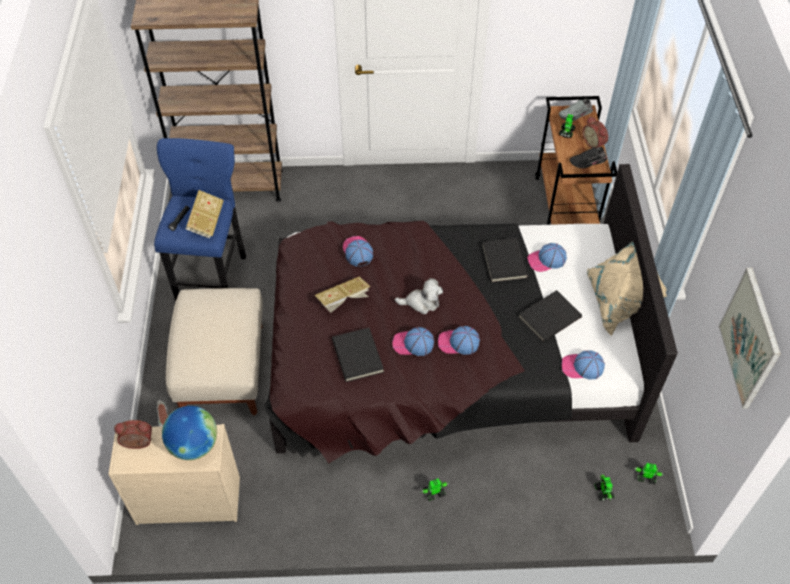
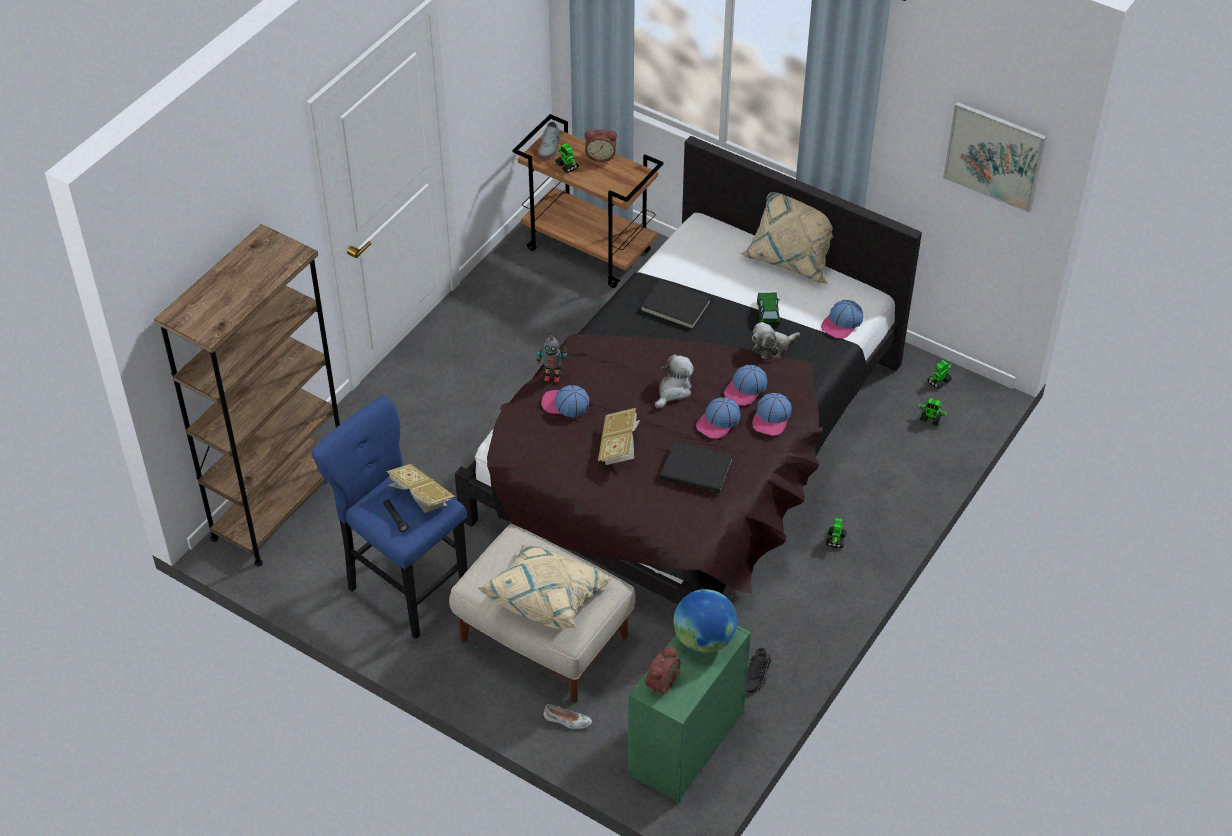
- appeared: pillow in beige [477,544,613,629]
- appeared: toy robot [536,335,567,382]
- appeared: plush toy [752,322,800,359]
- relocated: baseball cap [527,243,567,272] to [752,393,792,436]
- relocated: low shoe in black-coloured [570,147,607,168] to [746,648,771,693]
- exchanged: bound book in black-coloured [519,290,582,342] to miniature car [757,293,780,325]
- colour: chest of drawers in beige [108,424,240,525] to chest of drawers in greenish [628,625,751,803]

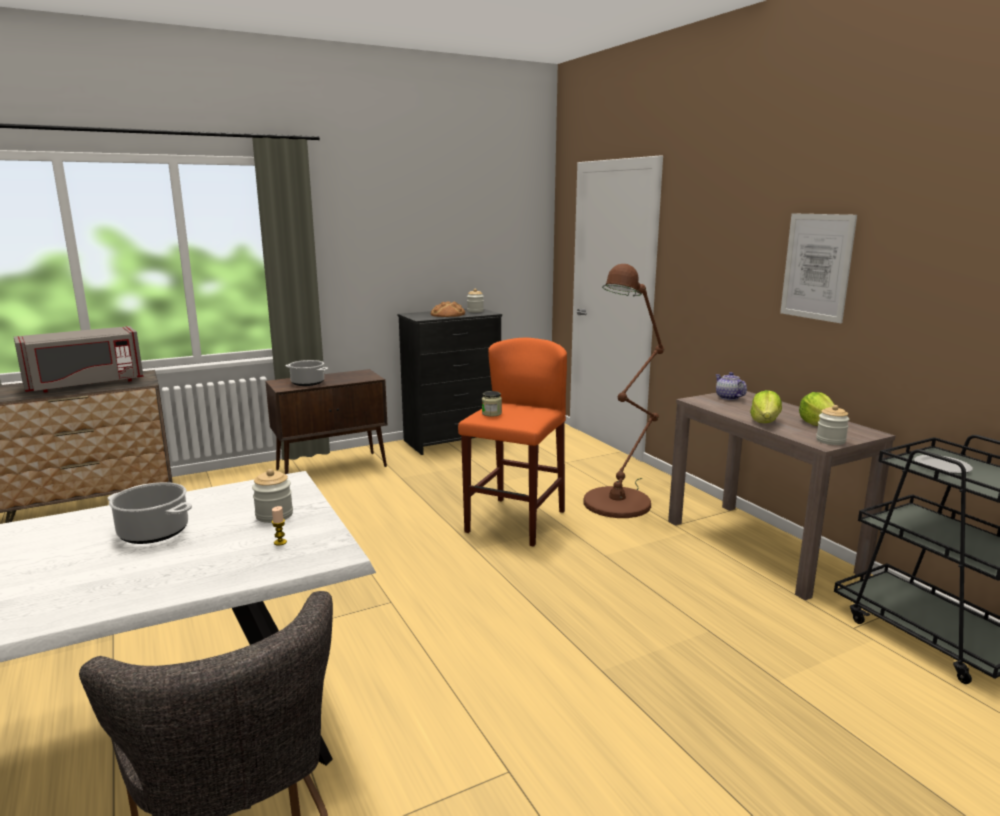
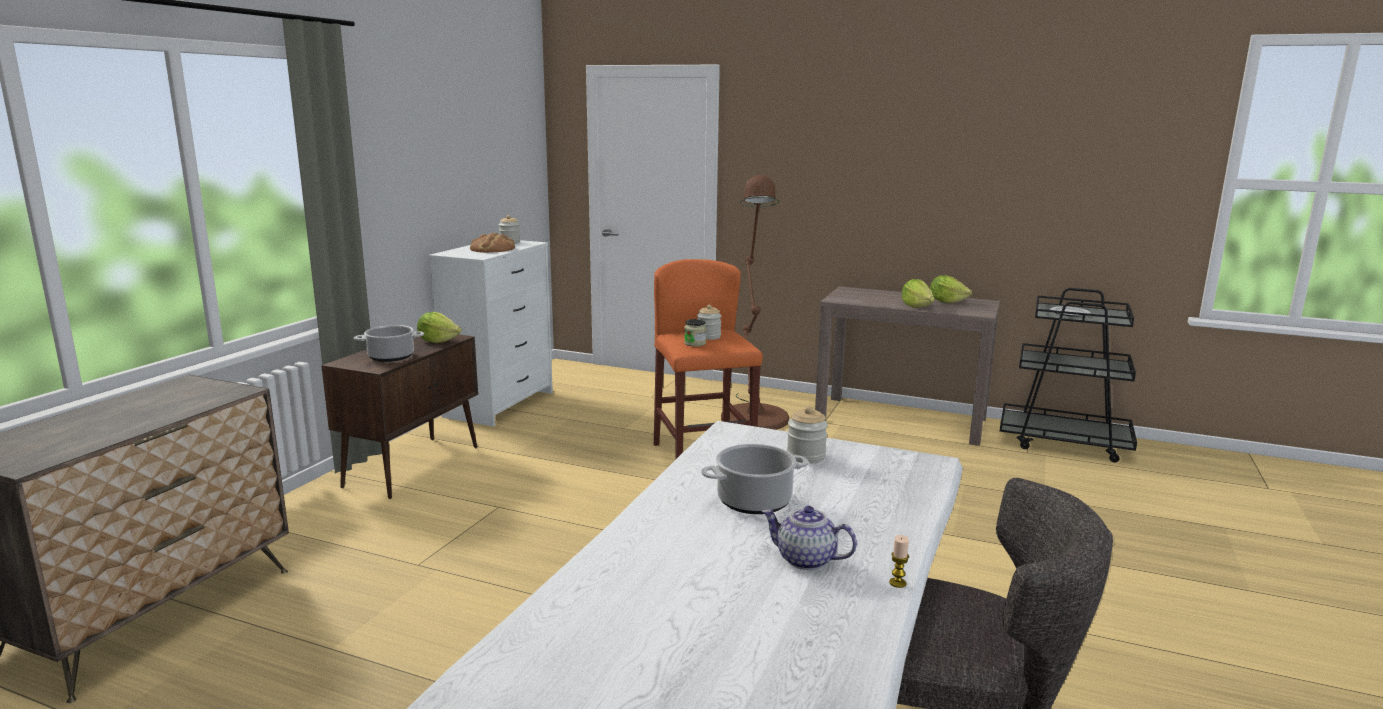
- missing: microwave oven in greyish [14,326,144,393]
- missing: picture [780,213,857,323]
- appeared: lettuce [417,312,461,343]
- relocated: wax candle [272,506,287,546] to [889,535,909,588]
- relocated: pot for tea [715,372,747,400] to [762,506,857,570]
- relocated: jar [816,405,849,445] to [697,305,721,340]
- colour: chest of drawers in black-coloured [398,309,502,455] to chest of drawers in whitish [428,240,553,427]

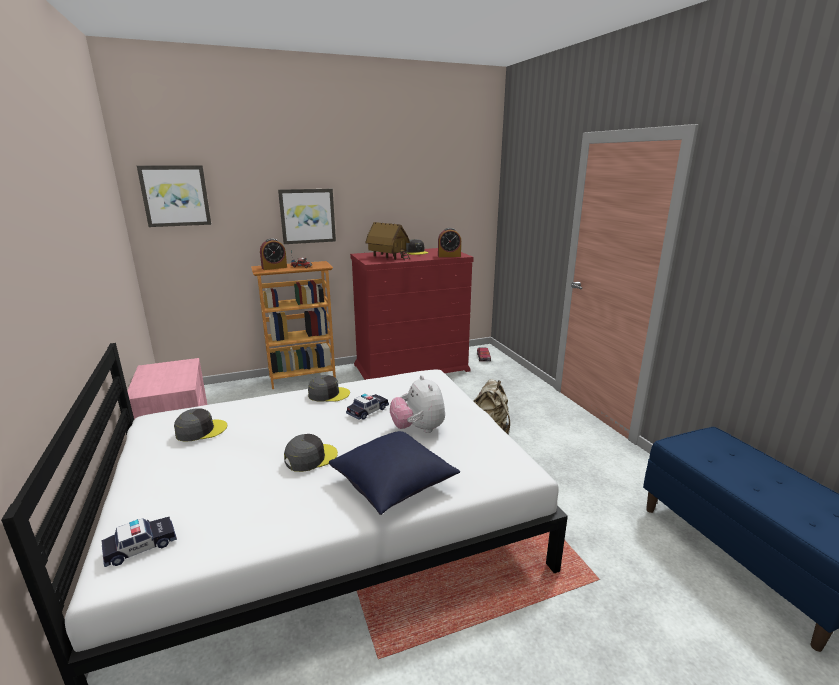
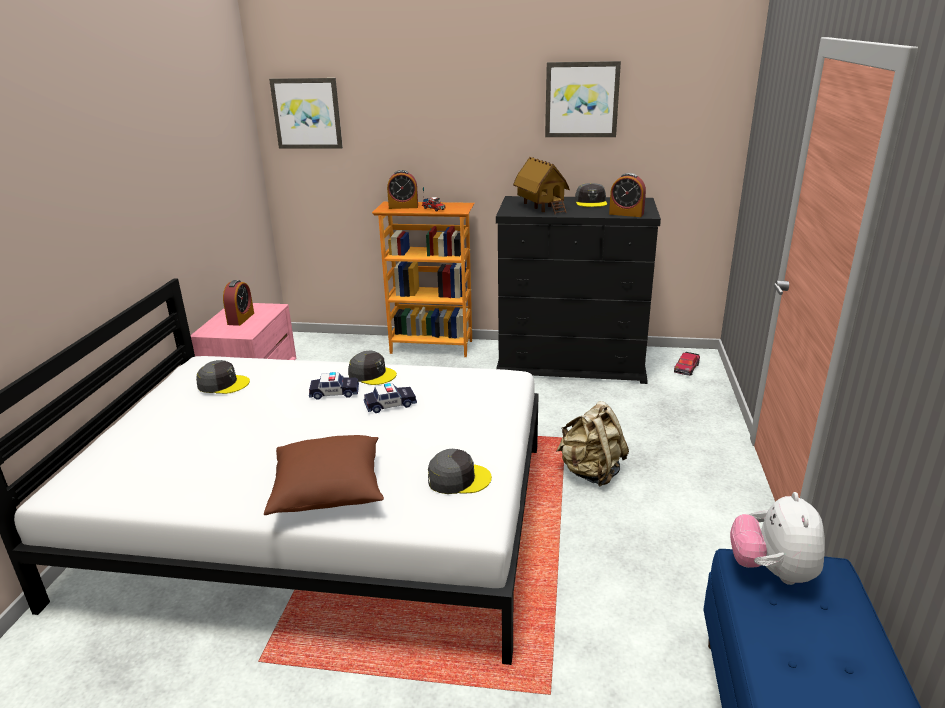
- appeared: table clock [223,280,254,326]
- relocated: miniature car [101,517,177,567] to [309,372,359,400]
- relocated: picture [278,189,336,244] to [545,61,621,137]
- relocated: baseball cap in greyish [284,434,338,472] to [428,449,492,494]
- relocated: plush toy [390,375,445,433] to [730,492,825,585]
- colour: pillow in blue [329,431,460,515] to pillow in brown-coloured [264,435,384,515]
- colour: chest of drawers in red-coloured [350,248,474,380] to chest of drawers in black-coloured [496,196,661,384]

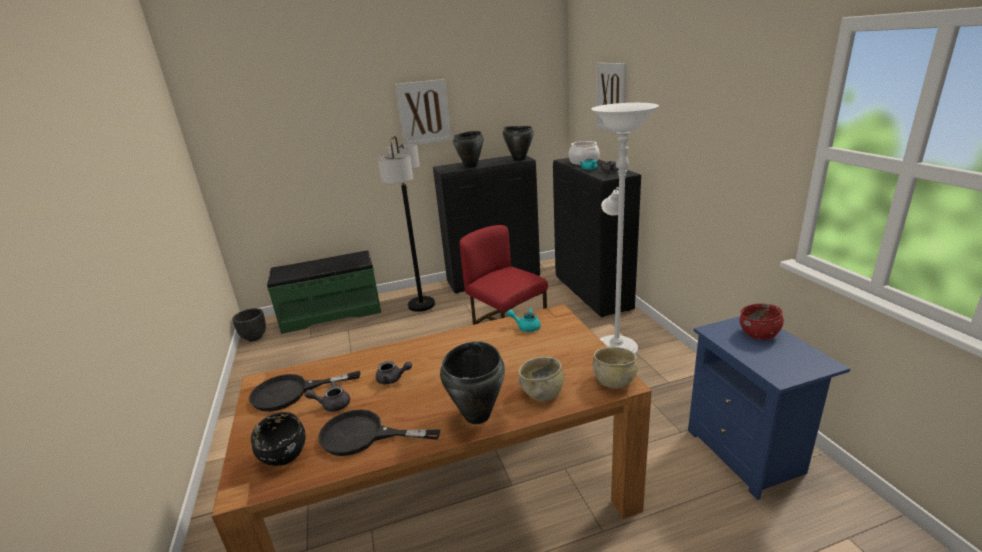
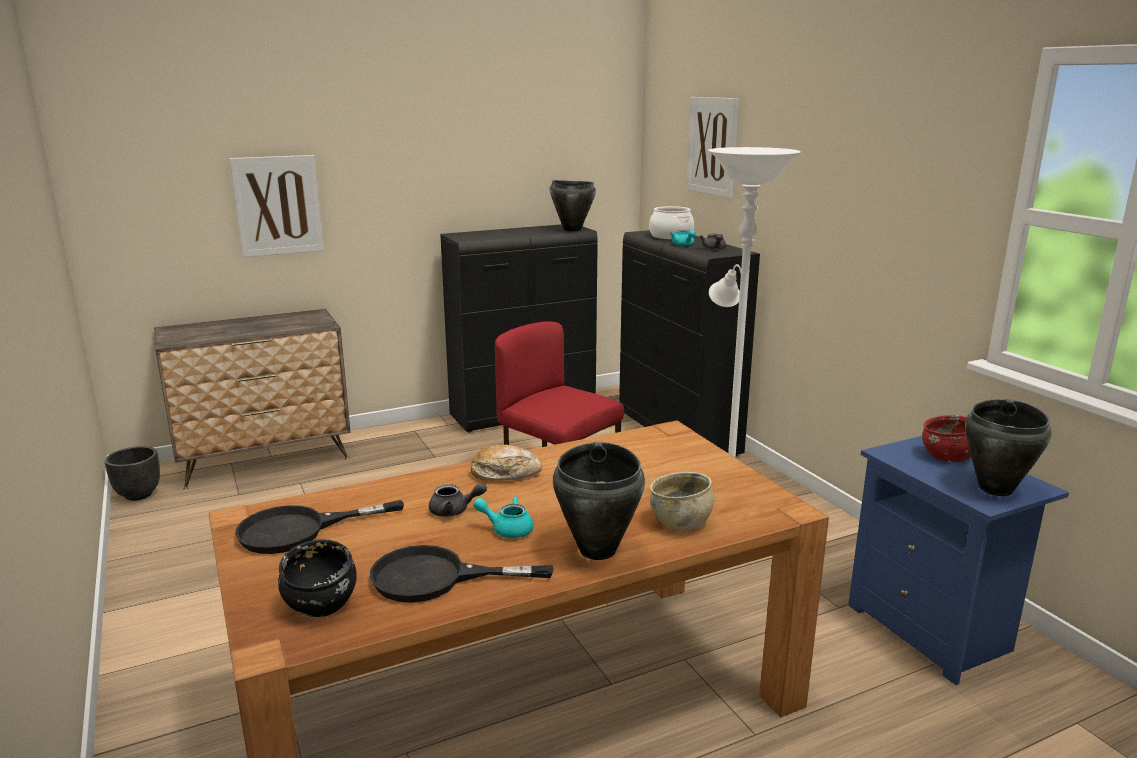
- missing: pot for tea in greyish [304,381,350,412]
- missing: standard lamp [378,136,435,312]
- missing: bowl in beige [592,347,638,389]
- appeared: bakery bread [471,445,542,480]
- relocated: picture [395,79,452,145] to [230,155,324,257]
- relocated: saucepot in black-coloured [453,131,483,168] to [965,399,1051,496]
- relocated: pot for tea in blue-green [507,308,541,332] to [473,496,533,538]
- exchanged: bench in greenish [267,250,381,334] to chest of drawers [154,309,351,490]

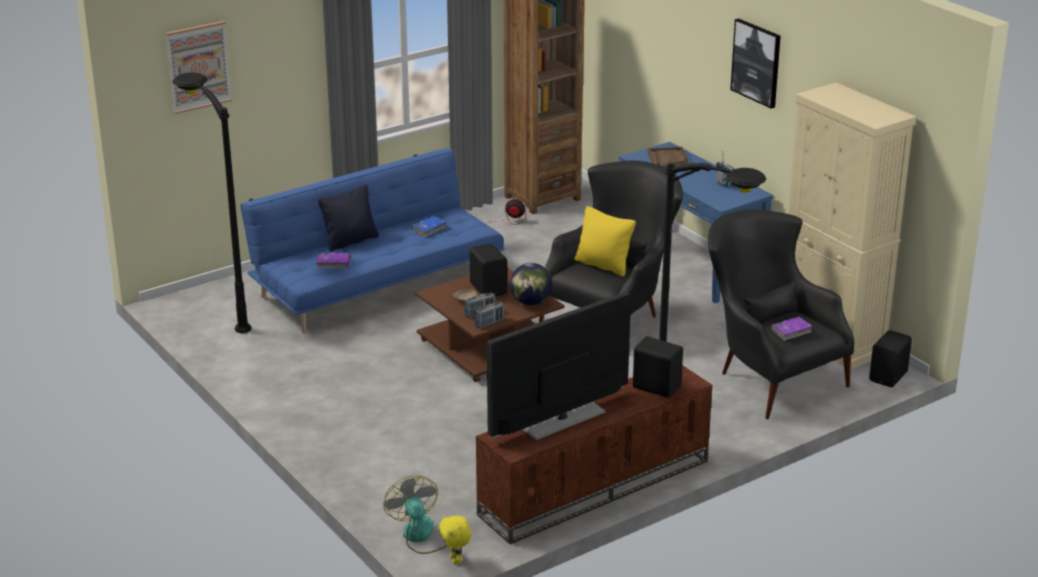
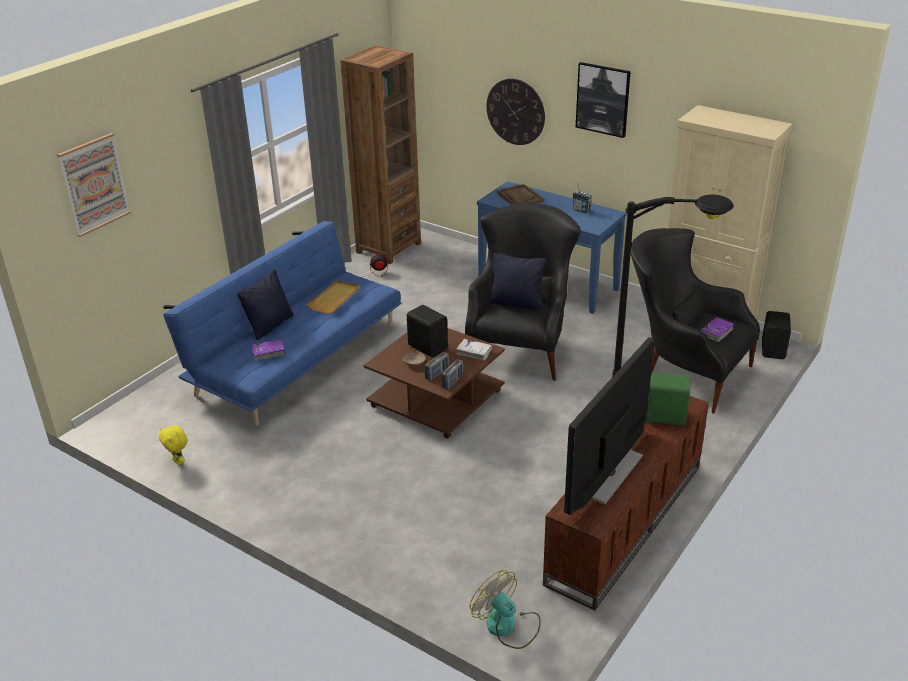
- missing: standard lamp in black-coloured [172,72,251,333]
- appeared: wall clock [486,78,545,145]
- relocated: plush toy in yellow [439,515,471,565] to [159,425,188,465]
- exchanged: bound book in blue [411,216,447,237] to carrying tray in beige [307,280,360,314]
- exchanged: desk globe [510,263,552,305] to bound book in whitish [456,339,493,360]
- colour: pillow in yellow [574,206,636,276] to pillow in black-coloured [489,253,546,310]
- colour: speaker in black-coloured [633,336,683,398] to speaker in greenish [646,372,690,426]

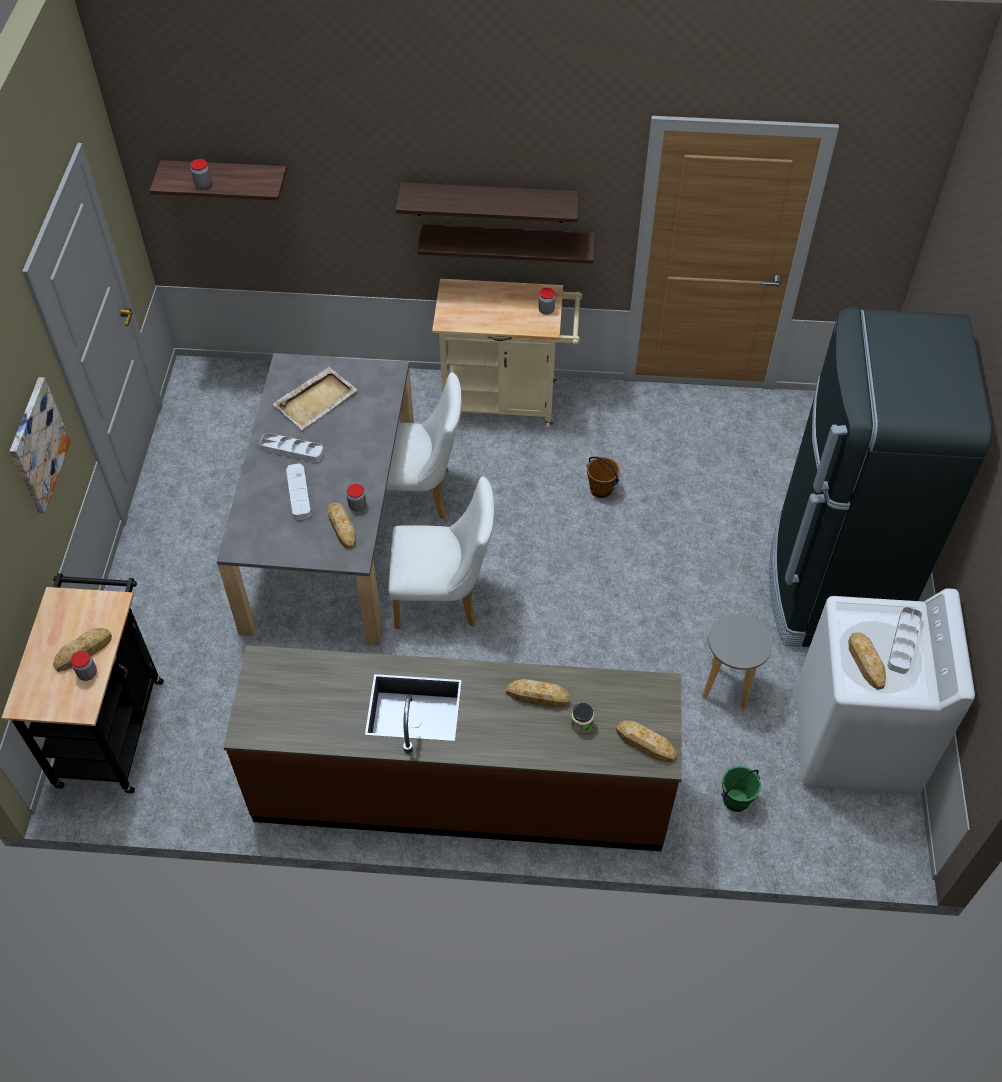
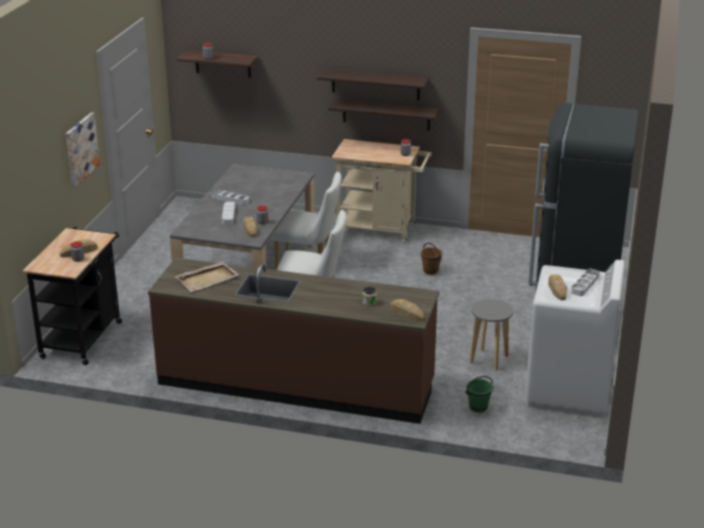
- missing: bakery bread [506,679,570,708]
- relocated: carrying tray in beige [273,367,357,430] to [175,262,239,292]

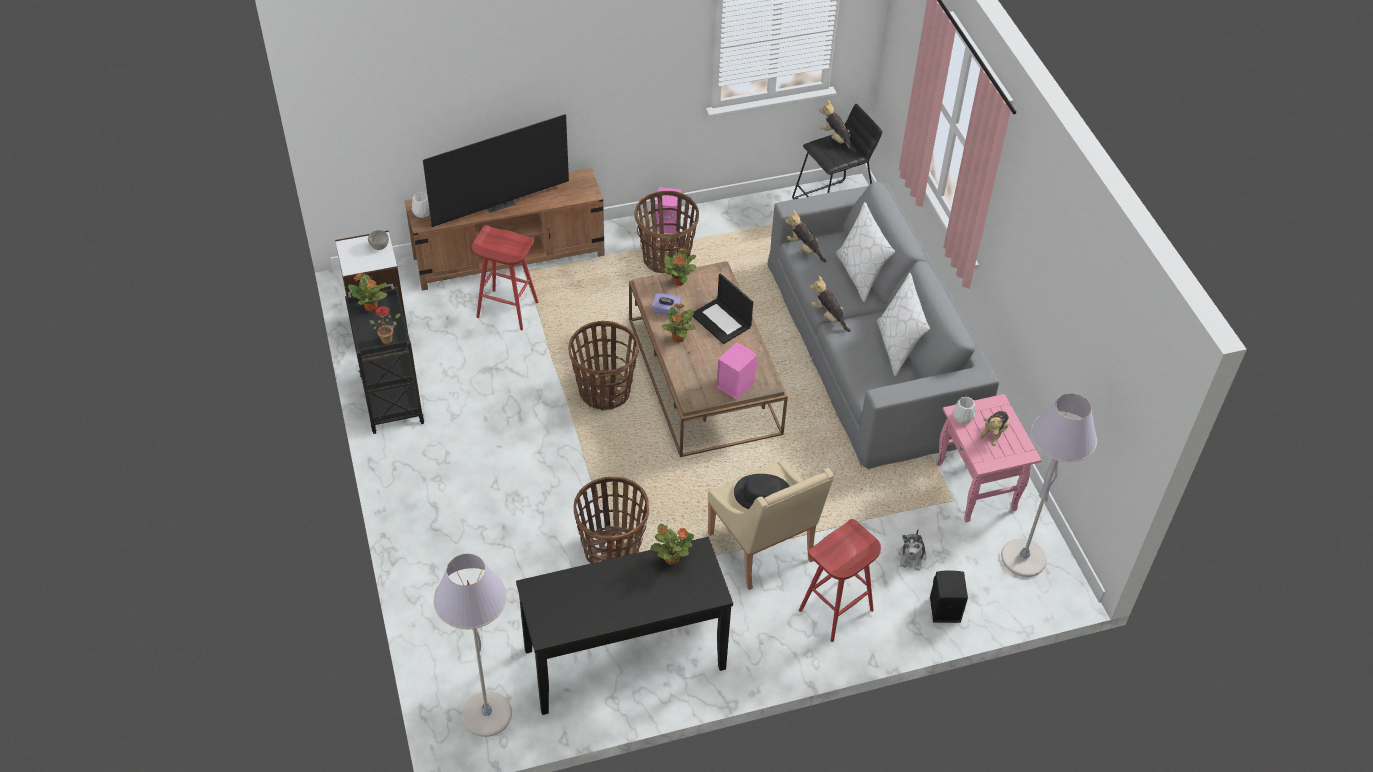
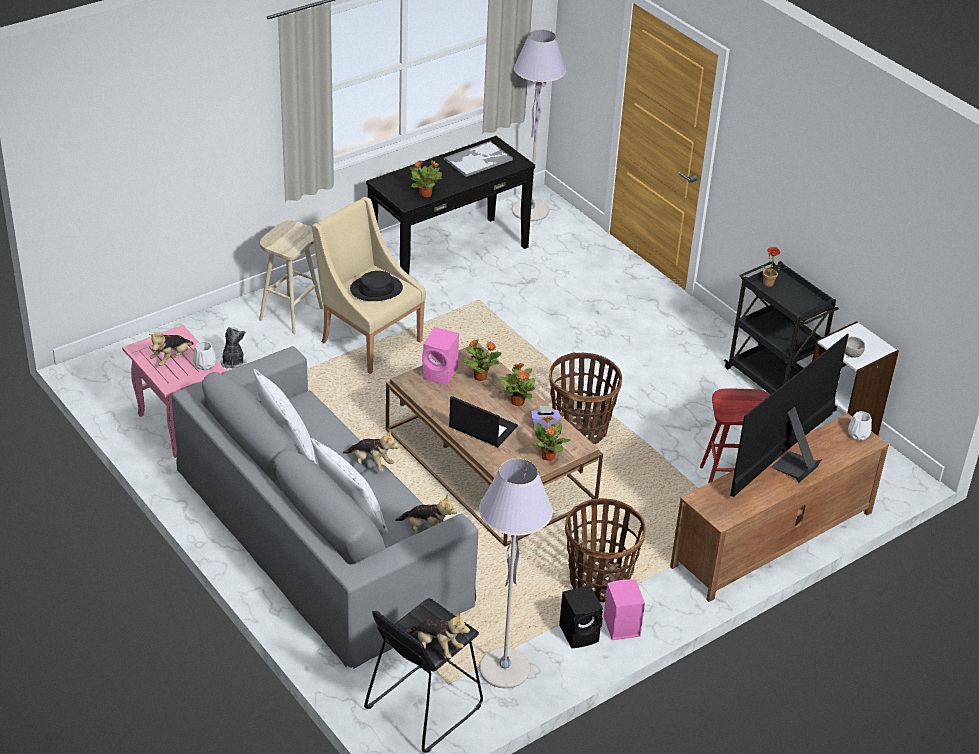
- missing: storage basket [574,477,649,563]
- appeared: carrying tray [444,141,513,177]
- relocated: potted plant [348,273,387,312] to [461,339,501,381]
- relocated: speaker in black-coloured [930,570,968,623] to [559,585,603,648]
- relocated: standard lamp in greyish [1001,393,1097,577] to [479,458,553,688]
- colour: stool seat in red-coloured [799,519,881,642] to stool seat in beige [259,221,323,334]
- spun: plush toy [979,411,1010,446] = [149,333,194,366] 150 degrees counterclockwise

